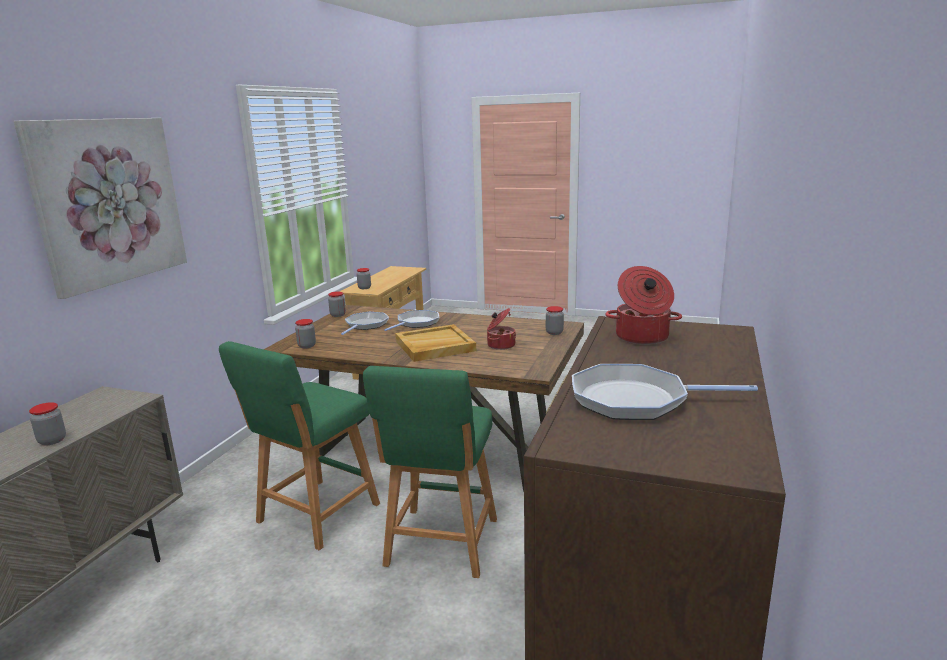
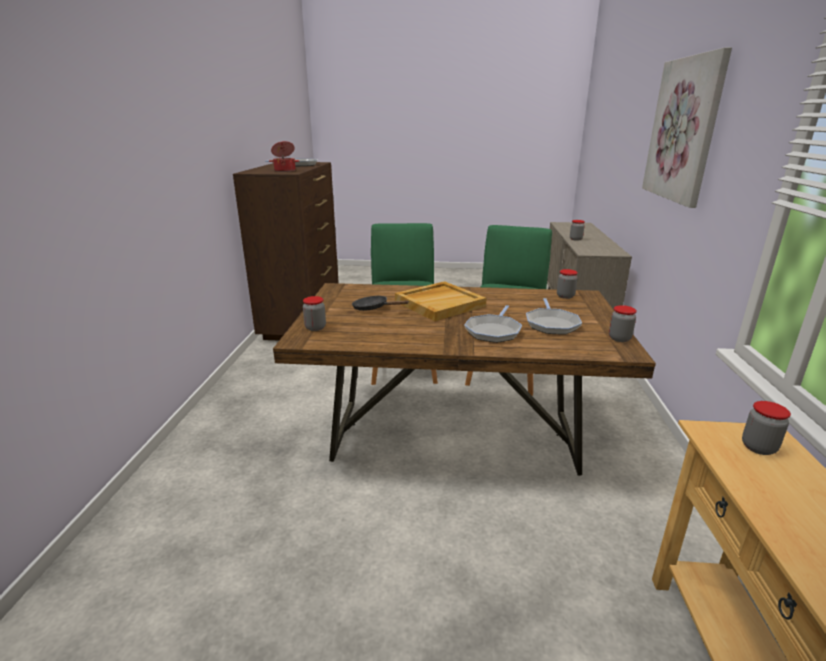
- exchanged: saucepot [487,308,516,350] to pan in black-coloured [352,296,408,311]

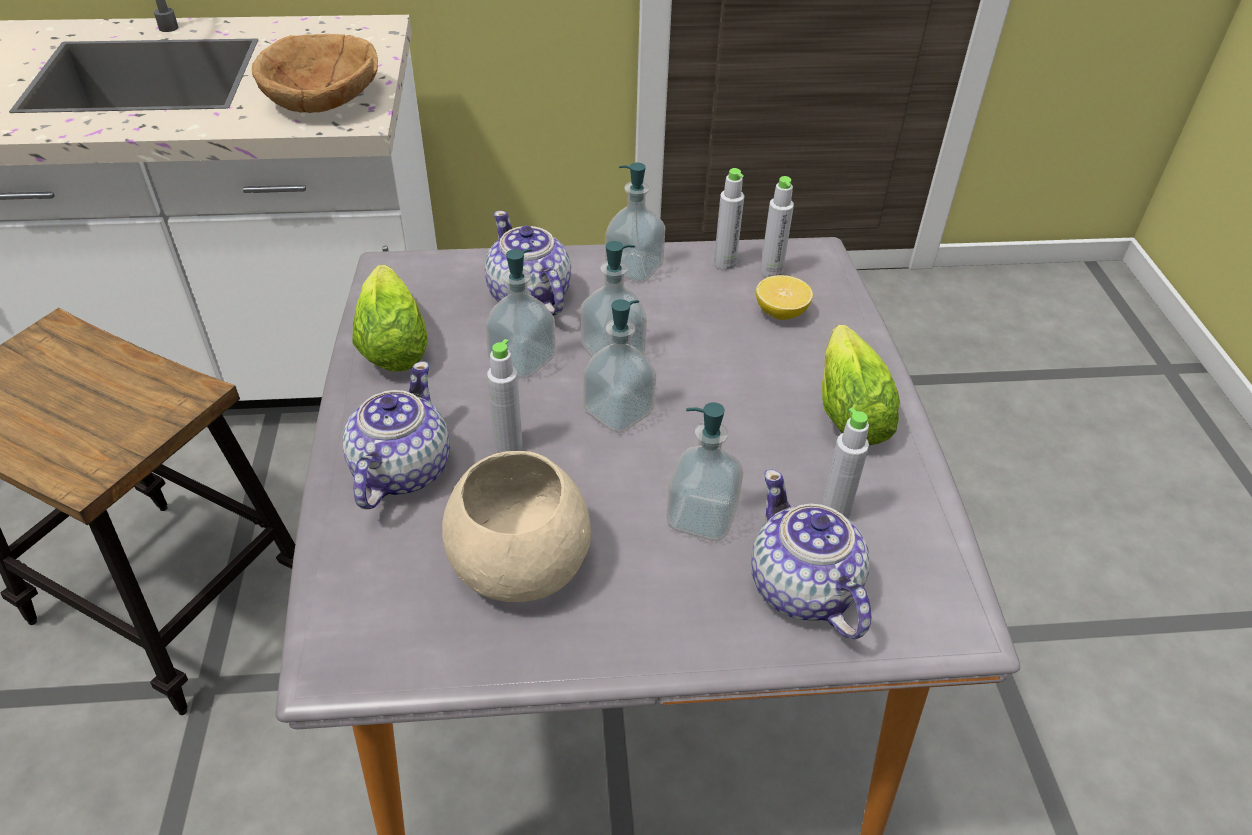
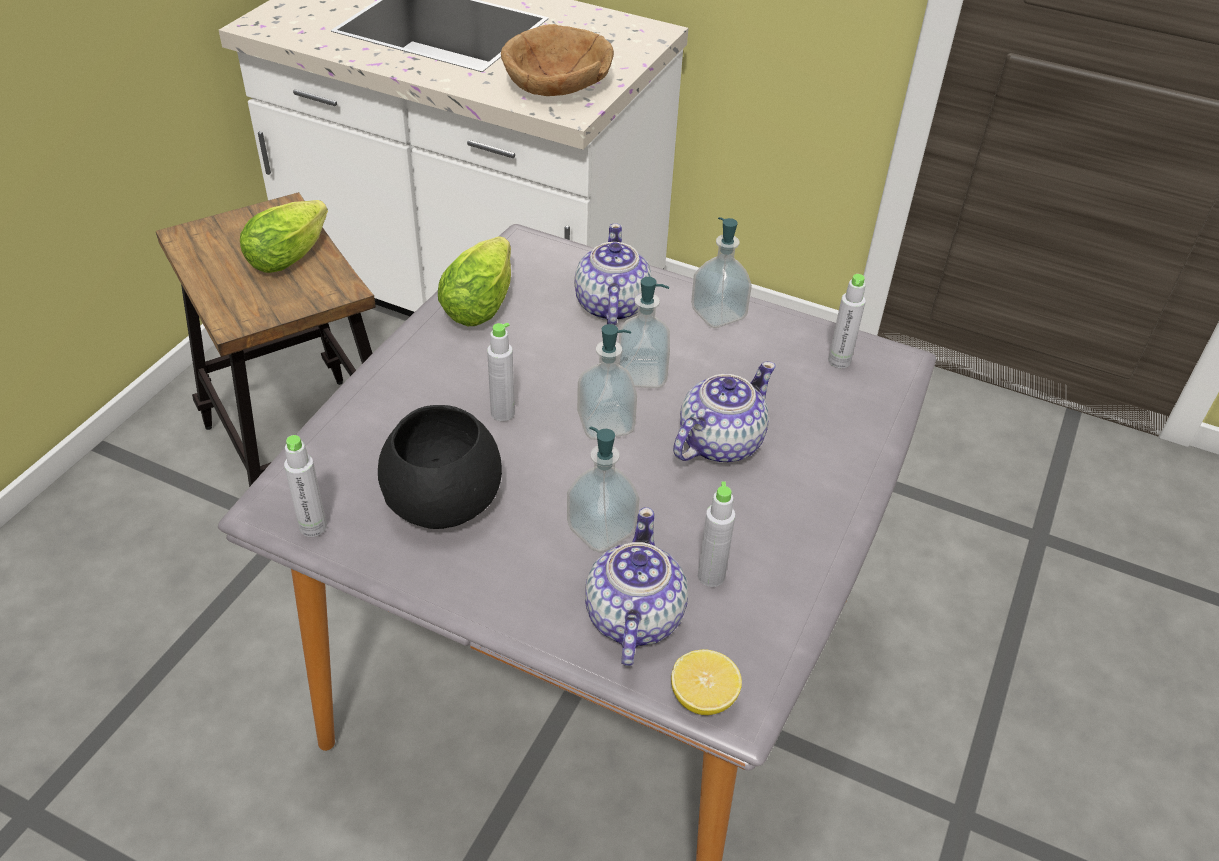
- missing: liquid soap bottle [485,249,556,379]
- relocated: pot for tea [343,361,450,510] to [673,361,776,463]
- relocated: bottle in greyish [714,168,744,270] to [284,435,327,537]
- relocated: lemon [756,275,813,320] to [671,649,742,715]
- relocated: lettuce [822,325,900,445] to [240,200,328,273]
- colour: bowl in beige [442,451,591,602] to bowl in black-coloured [378,405,502,529]

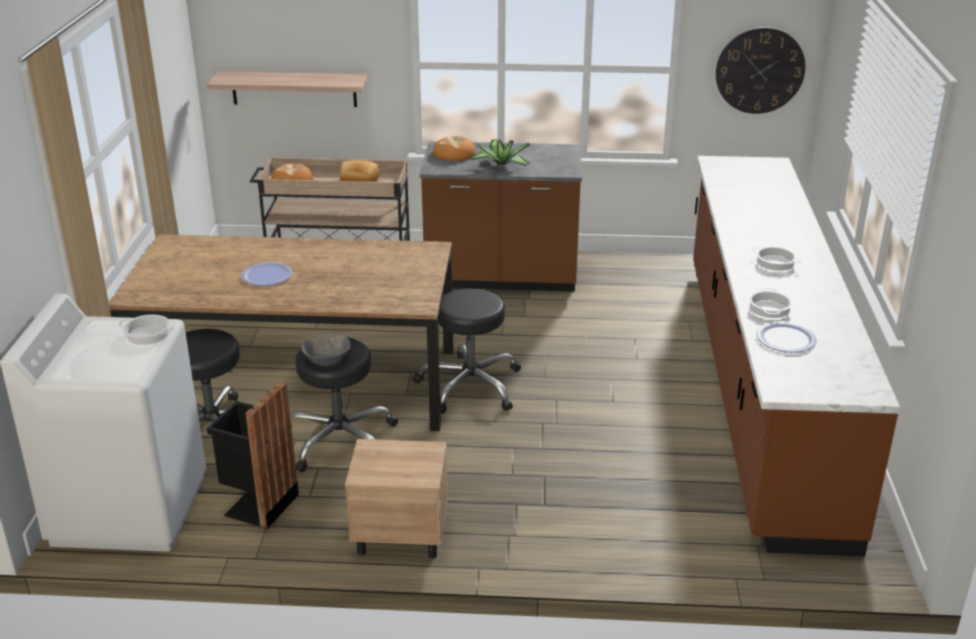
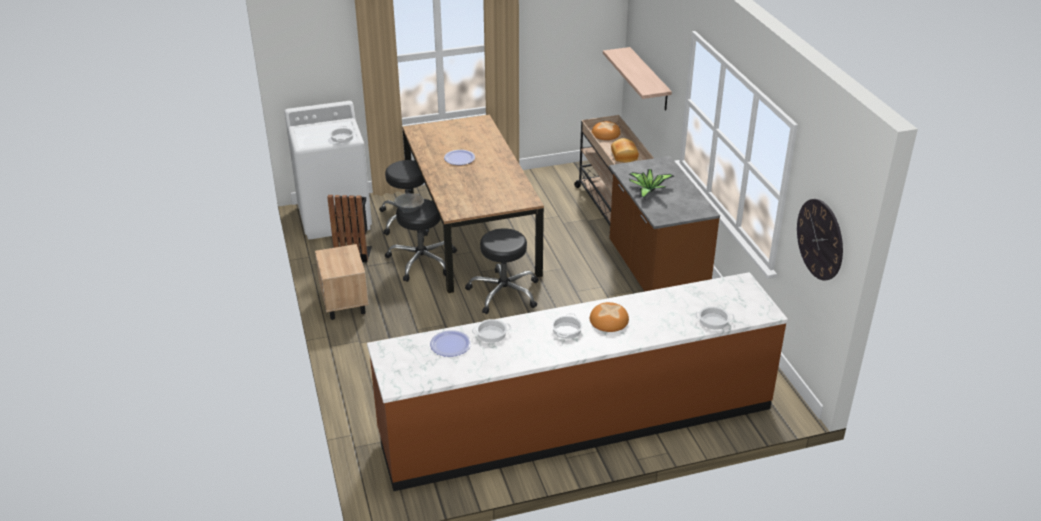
- appeared: saucepot [695,307,735,330]
- relocated: bakery bread [433,136,476,161] to [590,302,629,332]

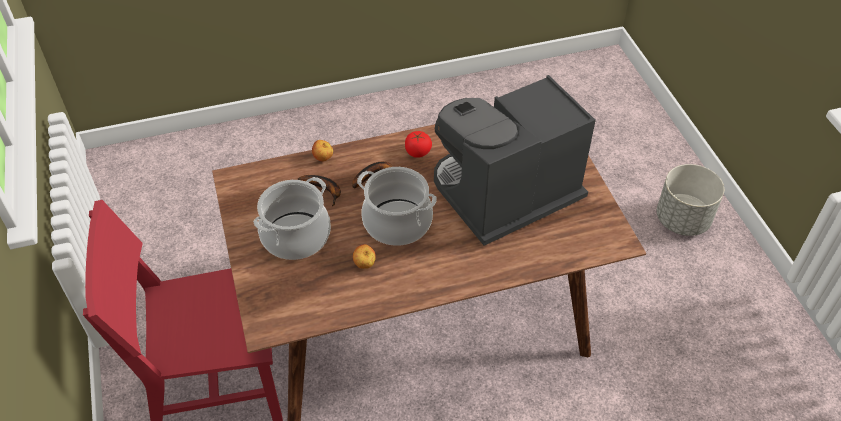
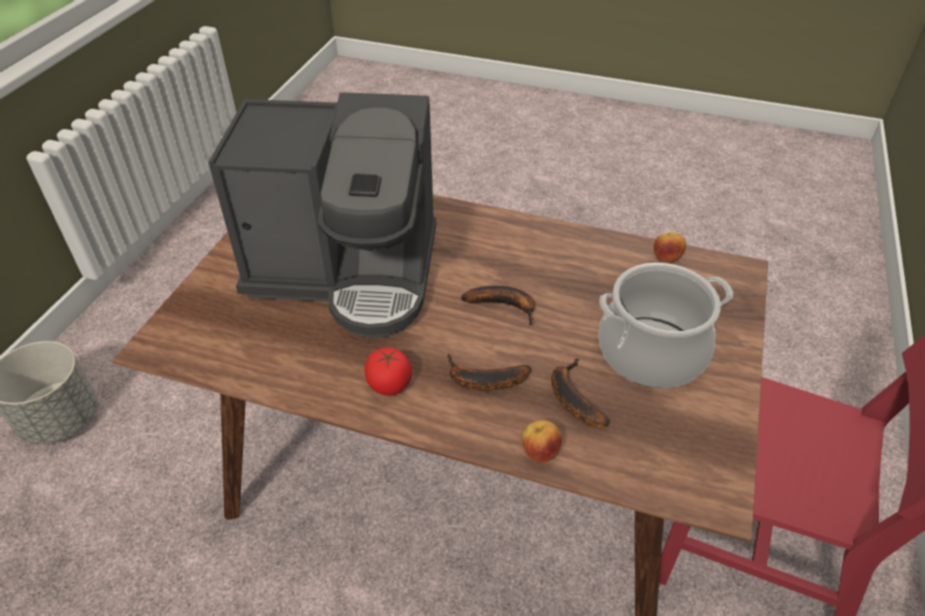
- relocated: whole apple [353,244,376,269] to [654,232,686,262]
- exchanged: saucepot [357,167,437,246] to banana fruit [461,286,535,325]

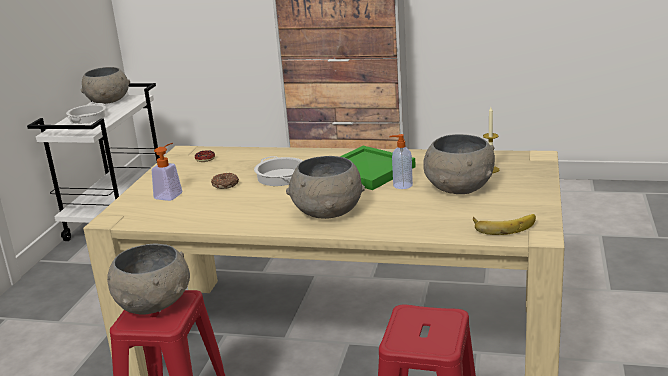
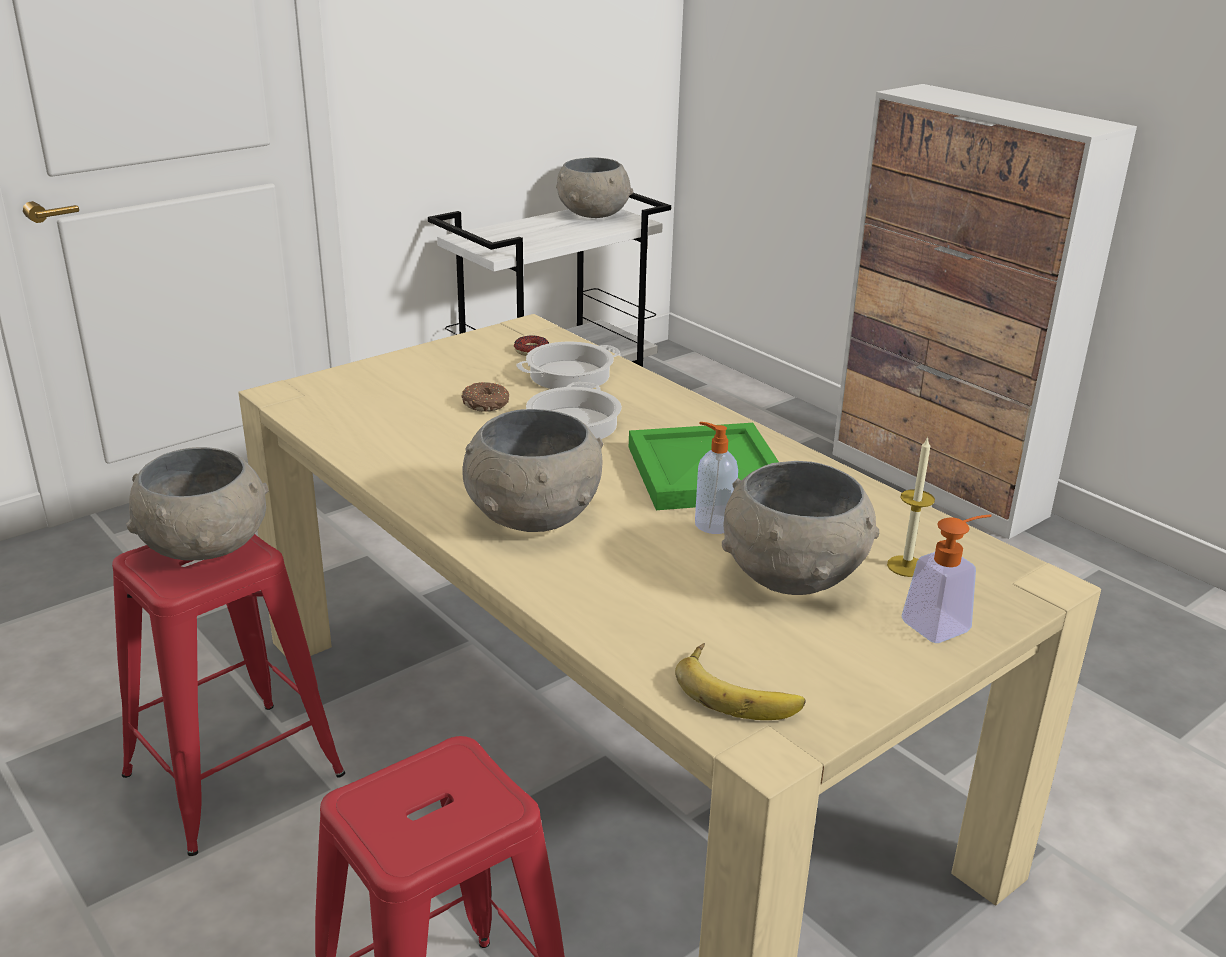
- relocated: saucepot [66,103,106,124] to [516,342,620,389]
- relocated: liquid soap bottle [152,143,182,201] to [902,514,992,643]

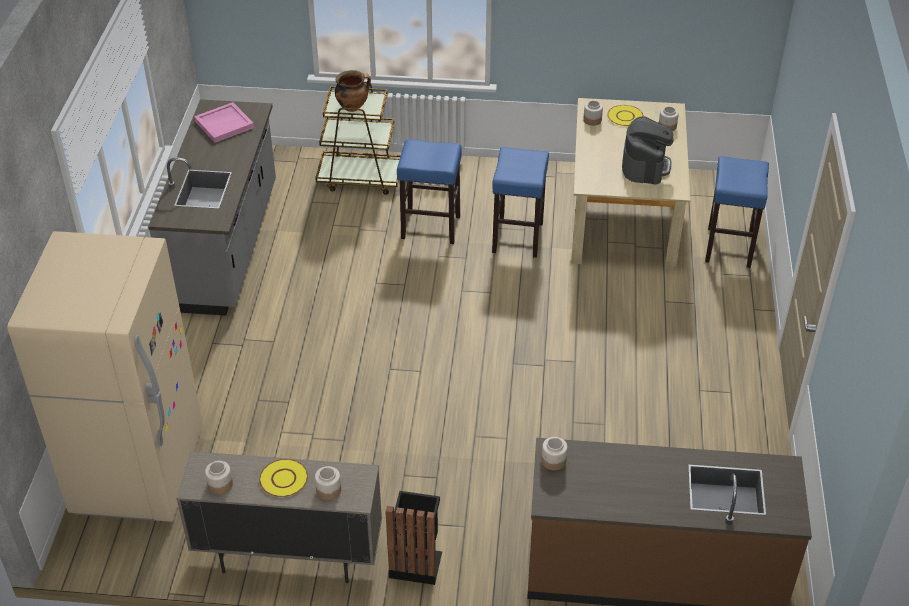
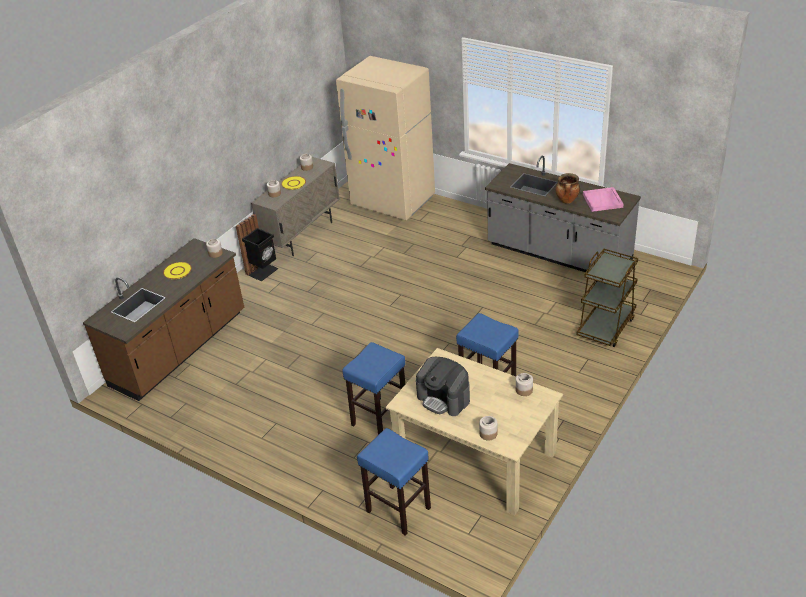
- relocated: saucepot [335,70,371,112] to [555,173,580,204]
- relocated: stool seat in blue [397,139,462,244] to [342,342,405,435]
- relocated: flat dish in yellow [607,105,644,126] to [163,262,192,279]

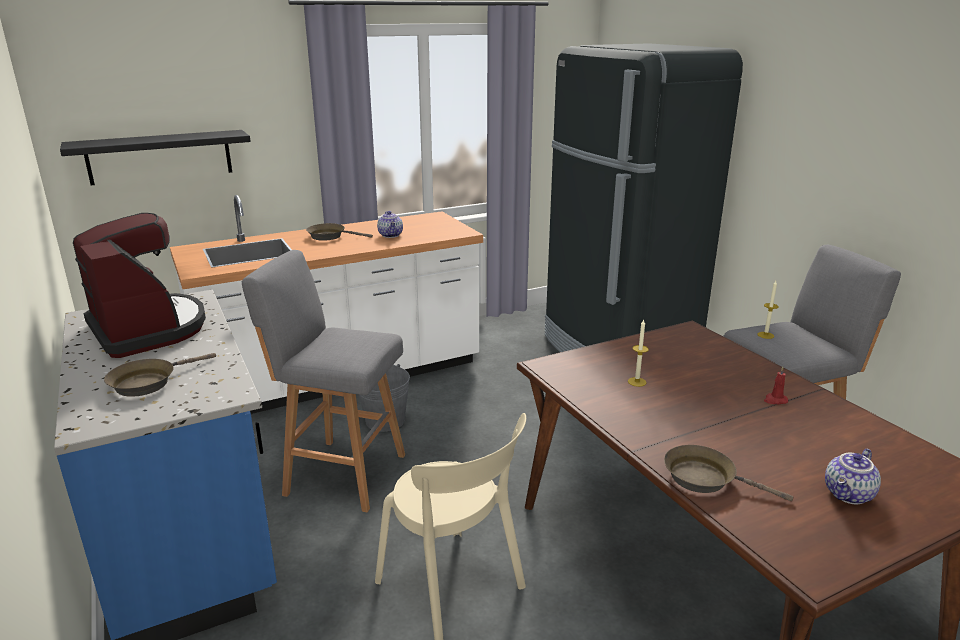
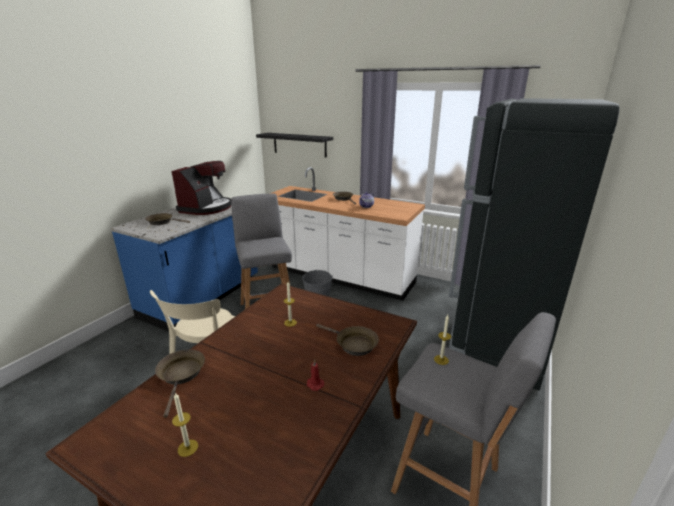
- appeared: pan in brown-coloured [316,324,379,356]
- exchanged: pot for tea [825,448,881,504] to wax candle [172,393,198,457]

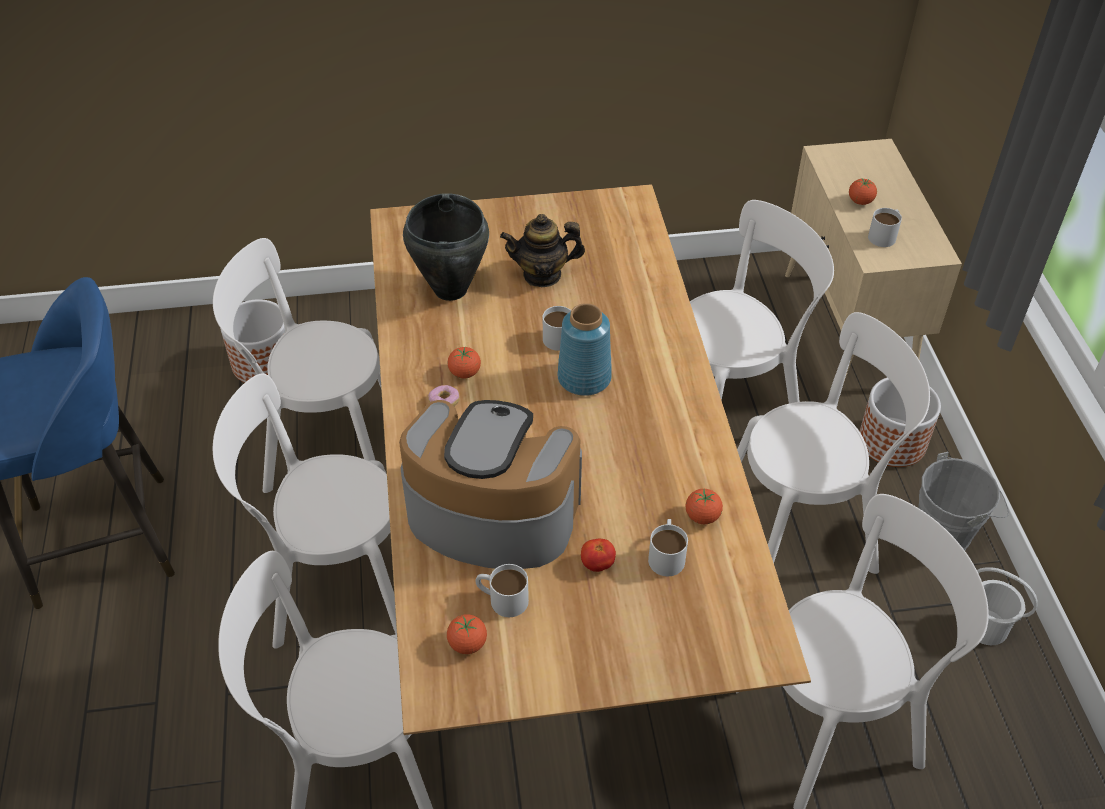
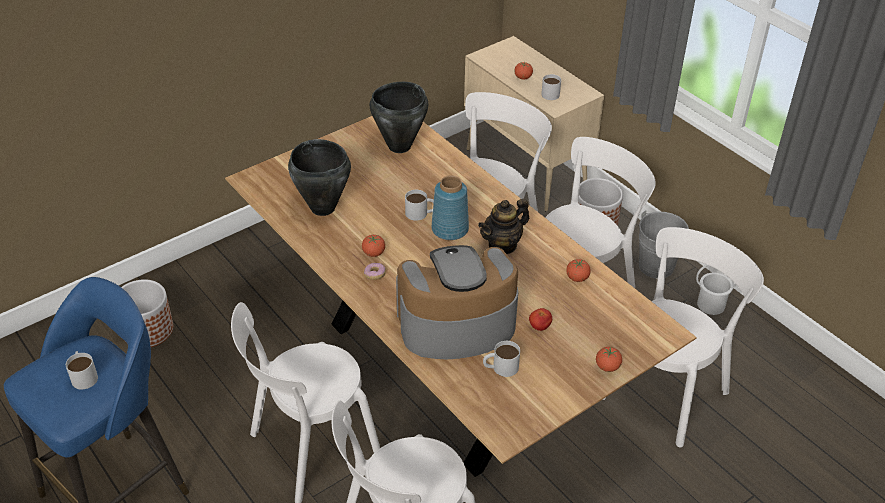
- missing: plain chair in whitish [213,238,381,493]
- appeared: saucepot in black-coloured [370,82,428,153]
- relocated: tomato [447,614,487,654] to [596,347,622,372]
- relocated: pot for tea [500,214,585,287] to [478,199,529,254]
- relocated: tea mug in whitish [648,519,688,576] to [66,351,98,389]

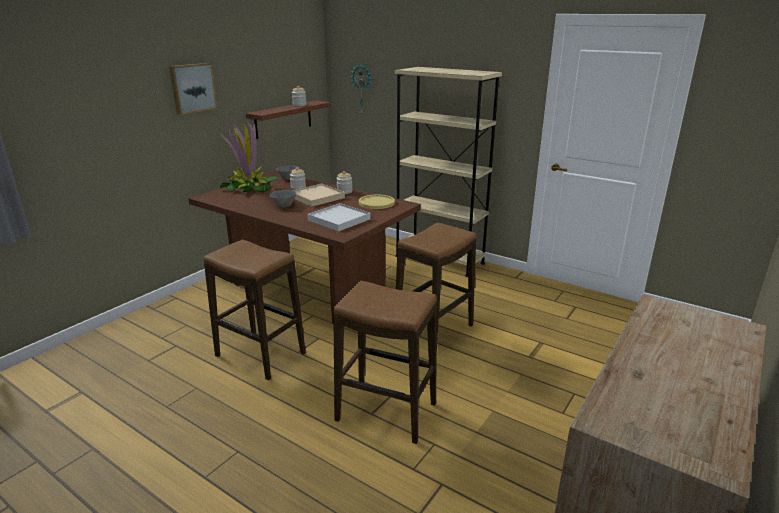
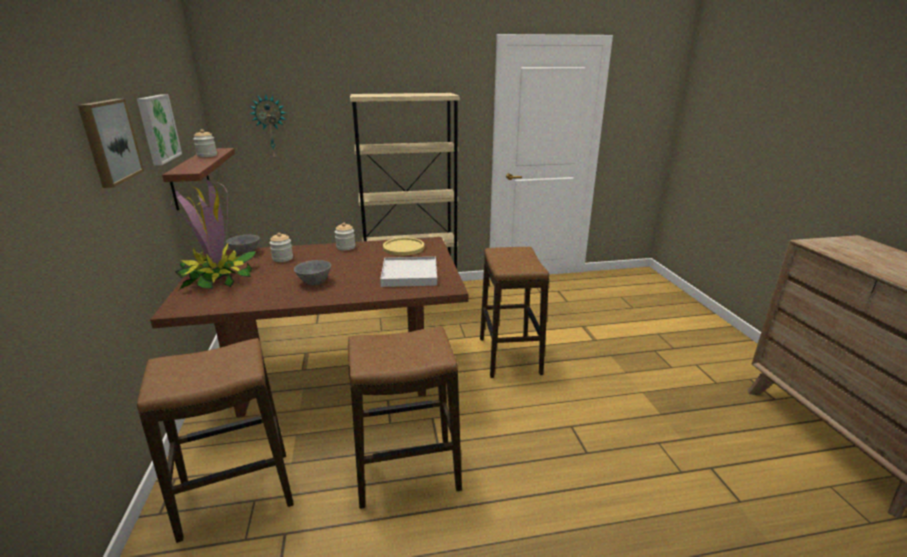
- missing: carrying tray in beige [292,184,345,207]
- appeared: picture [137,94,182,165]
- relocated: stool seat [333,281,437,444] to [137,338,294,543]

